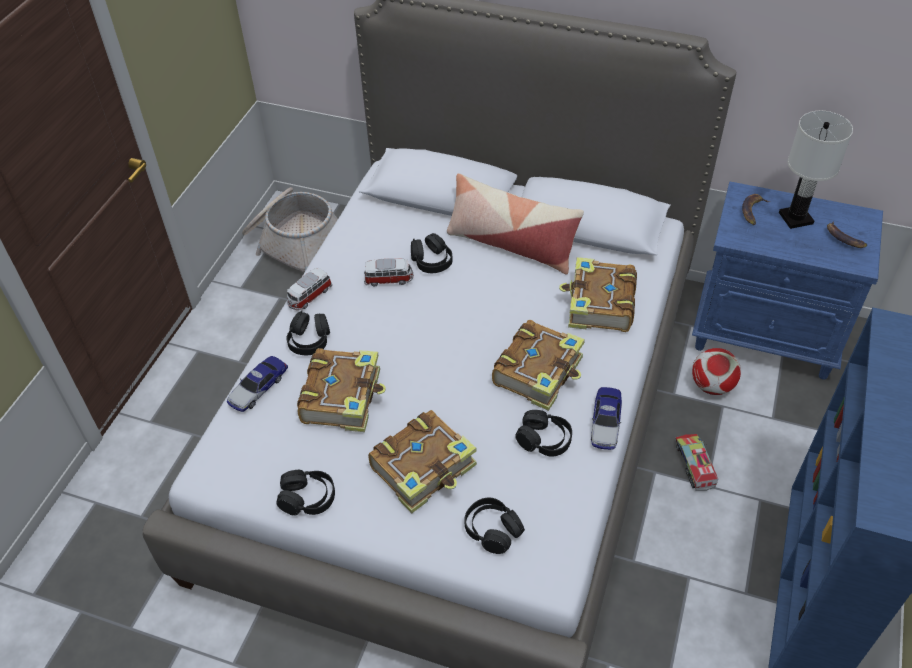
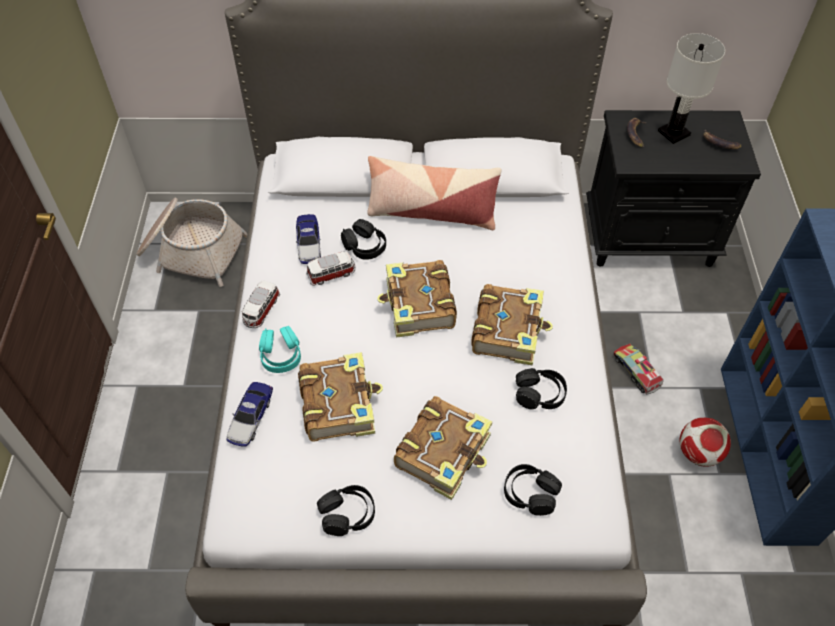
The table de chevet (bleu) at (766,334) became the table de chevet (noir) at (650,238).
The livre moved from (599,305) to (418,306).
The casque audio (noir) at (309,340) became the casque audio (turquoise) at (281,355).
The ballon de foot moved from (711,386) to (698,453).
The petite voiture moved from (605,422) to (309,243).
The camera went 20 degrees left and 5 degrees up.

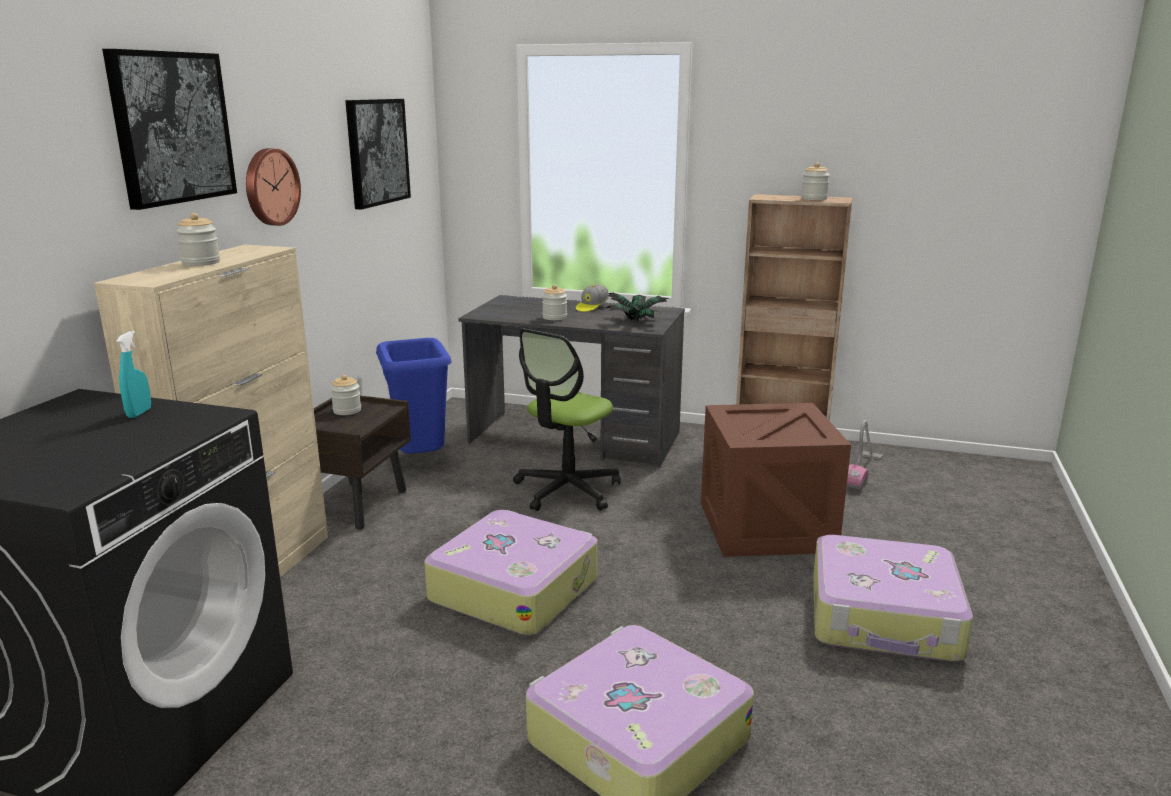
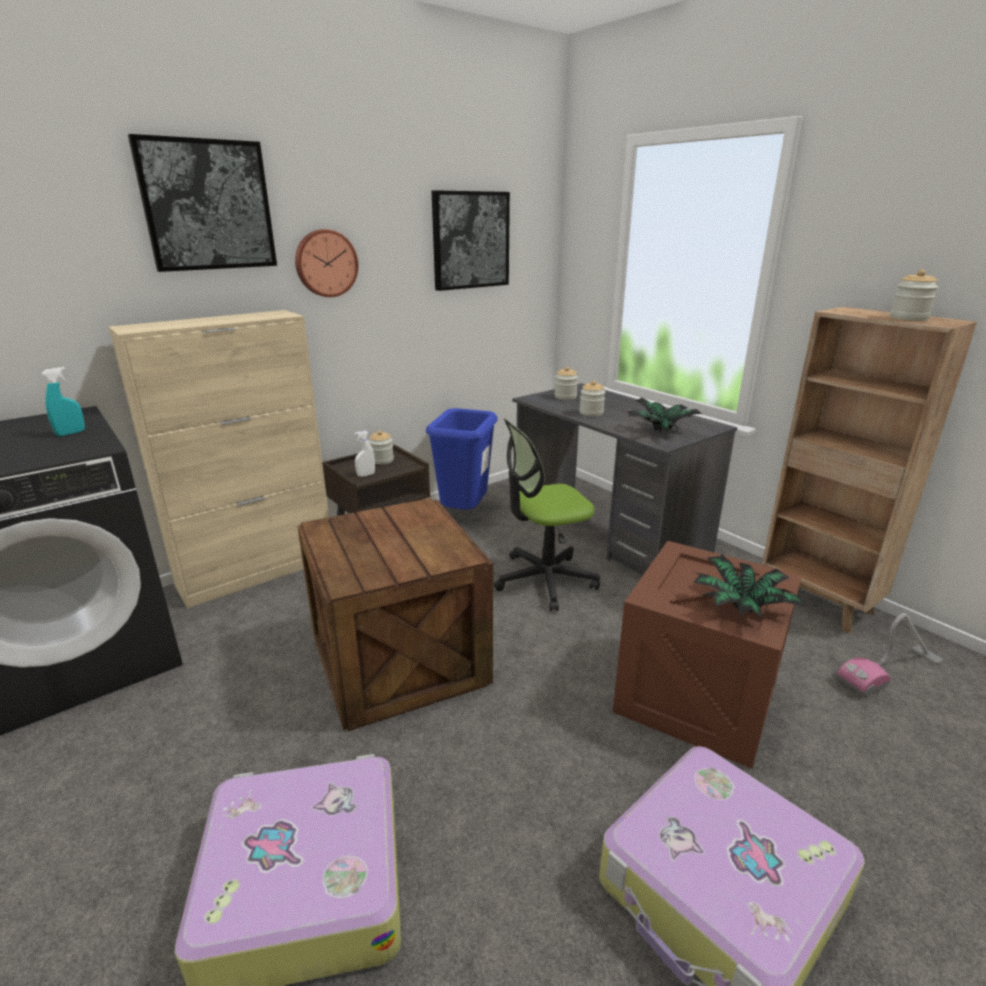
The bocal moved from (201,263) to (565,396).
The casquette at (592,307) disappeared.
The valise at (514,588) was replaced by the caisse at (397,660).
The vaporisateur (blanc) at (366,475) appeared.
The plante en pot at (740,609) appeared.
The camera went 35 degrees right and 5 degrees up.

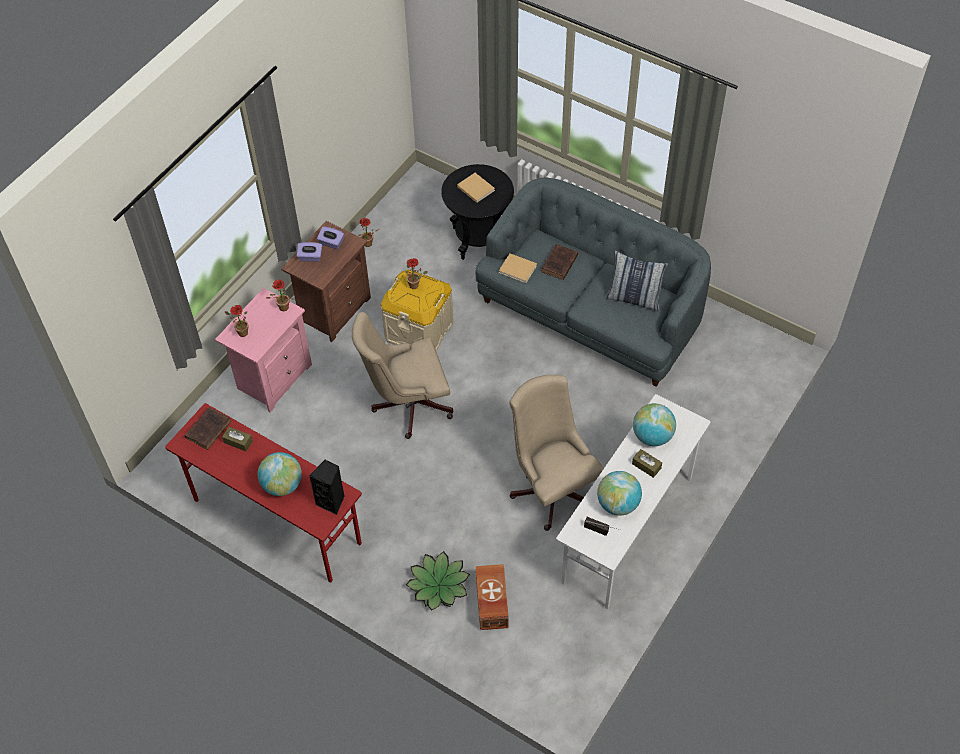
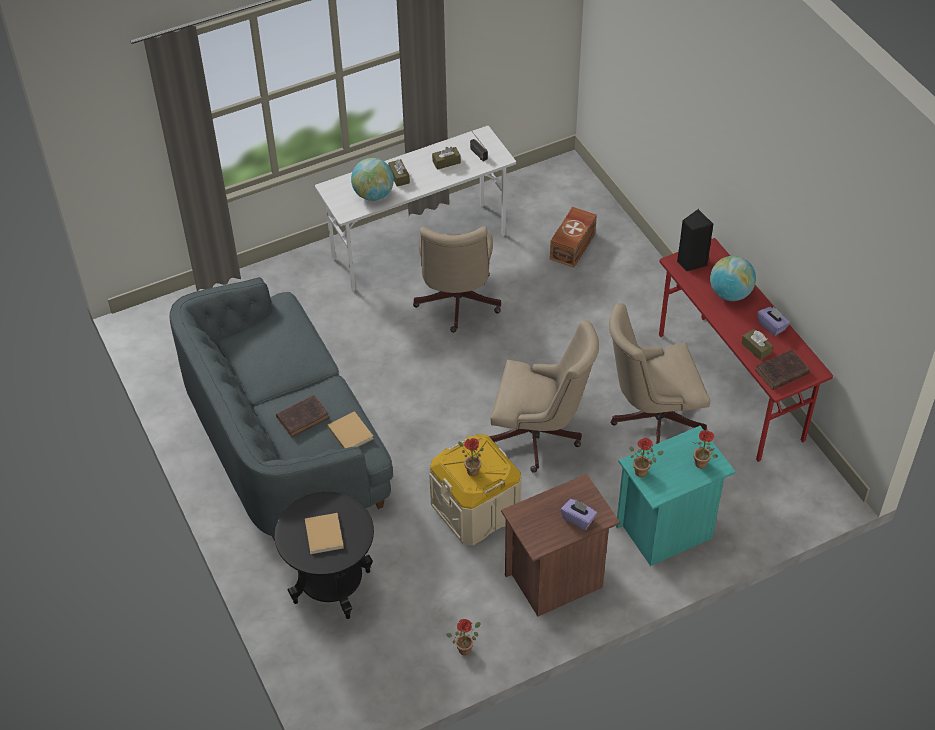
The boîte à mouchoirs (violet) moved from (331,243) to (772,326).
The coussin at (634,298) disappeared.
The table de chevet (rose) at (273,377) became the table de chevet (turquoise) at (666,532).
The globe at (618,504) was replaced by the boîte à mouchoirs (marron) at (446,162).
The plante en pot at (438,585) disappeared.
The chaise de bureau (beige) at (651,419) appeared.
The camera went 150 degrees left and 5 degrees down.

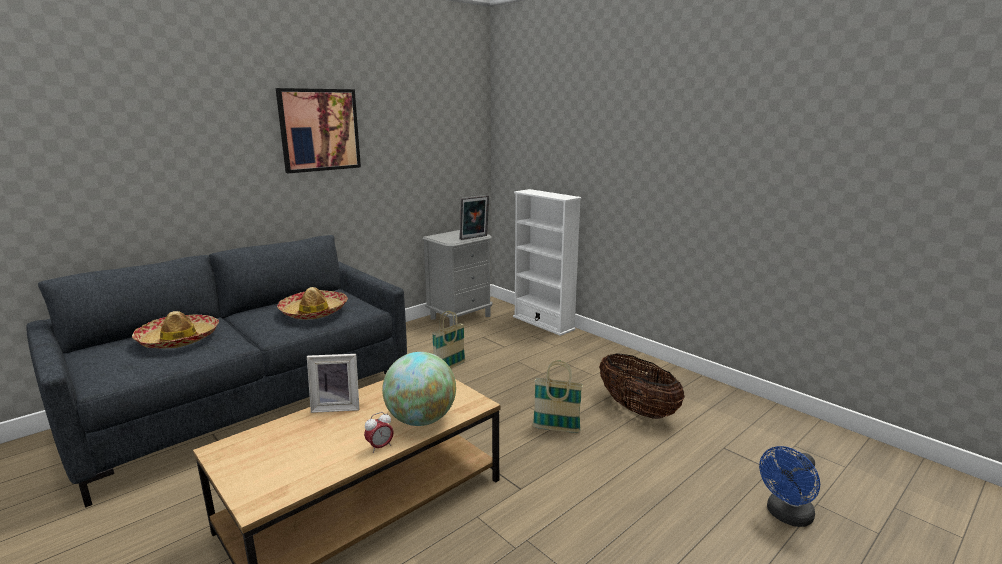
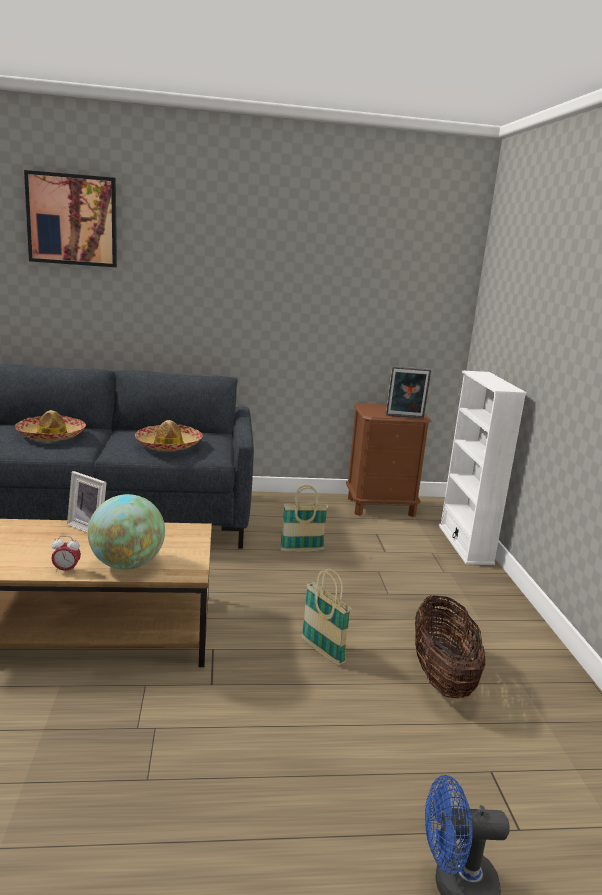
The tableau moved from (319,130) to (72,220).
The table de chevet (gris) at (460,317) became the table de chevet (marron) at (381,507).
The camera went 35 degrees right and 0 degrees up.

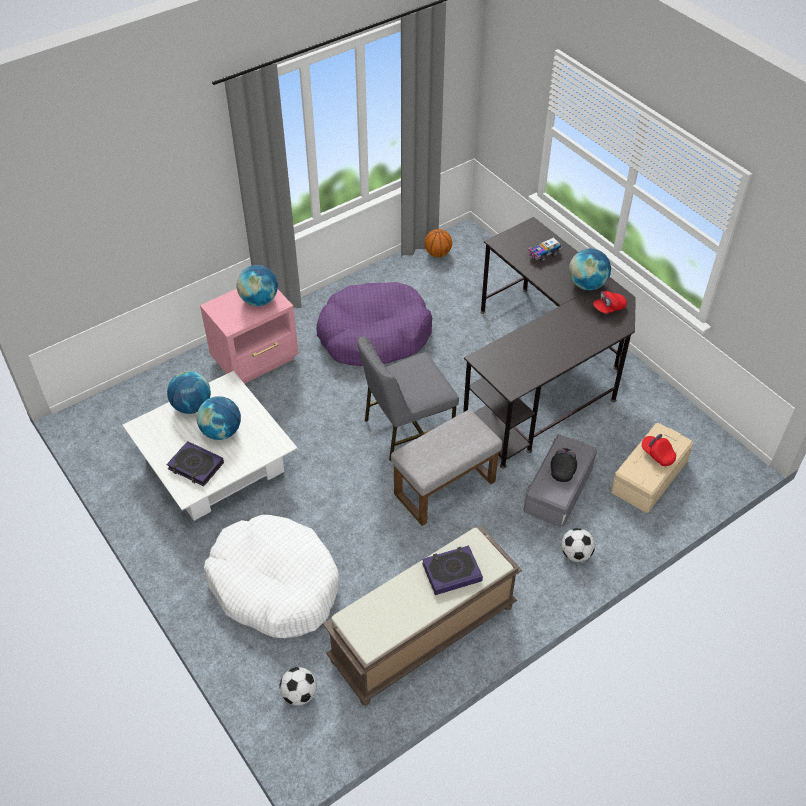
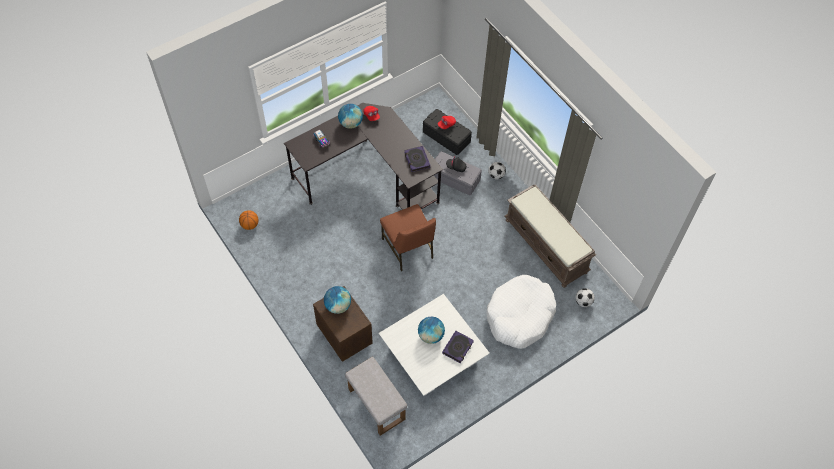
The panier pour chien (violet) at (374,335) disappeared.
The table de chevet (rose) at (256,360) became the table de chevet (marron) at (345,335).
The chaise (gris) at (406,428) became the chaise (marron) at (408,249).
The globe at (192,406) disappeared.
The pouf (gris) moved from (444,489) to (377,404).
The boîte de rangement (beige) at (648,476) became the boîte de rangement (noir) at (446,137).
The livre moved from (451,572) to (417,160).
The camera went 90 degrees left and 10 degrees up.

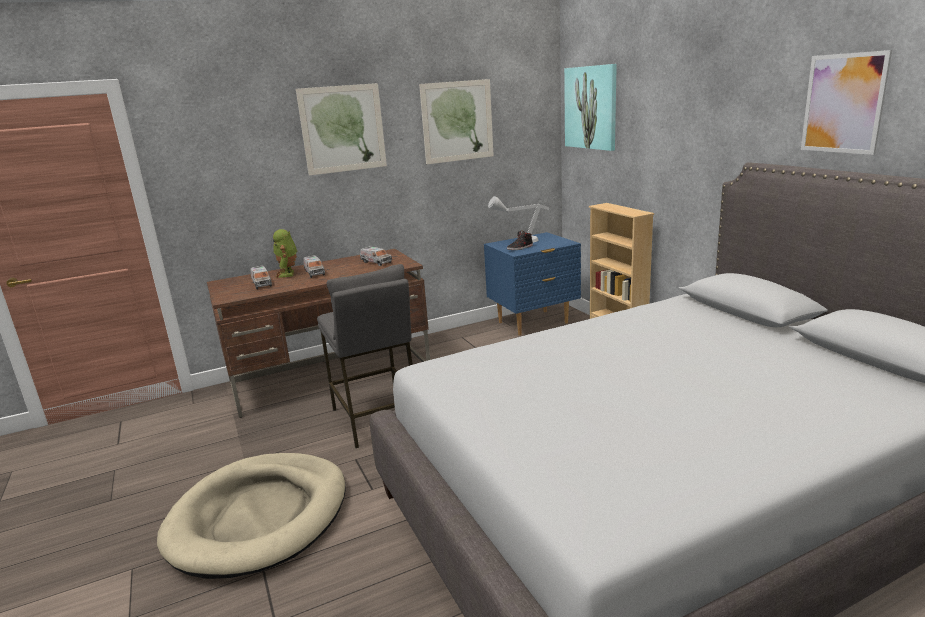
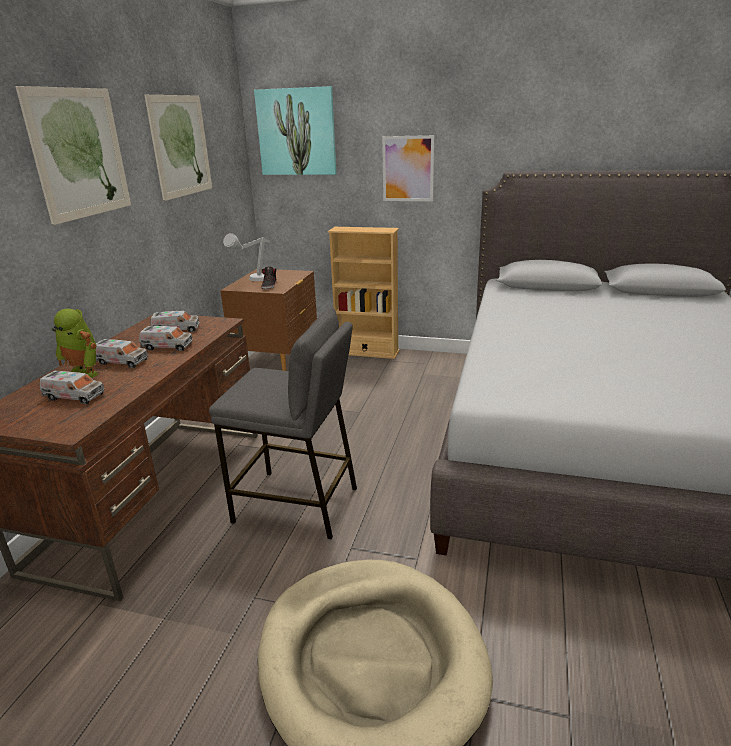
The tableau moved from (843,103) to (408,169).
The table de chevet (bleu) at (533,323) became the table de chevet (marron) at (278,363).
The camion jouet at (167,346) appeared.
The camera went 50 degrees left and 5 degrees up.

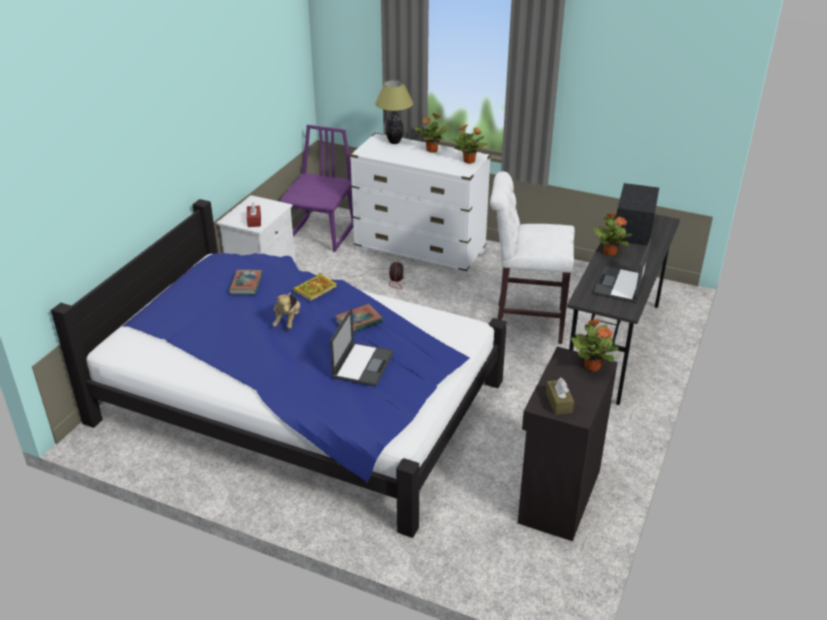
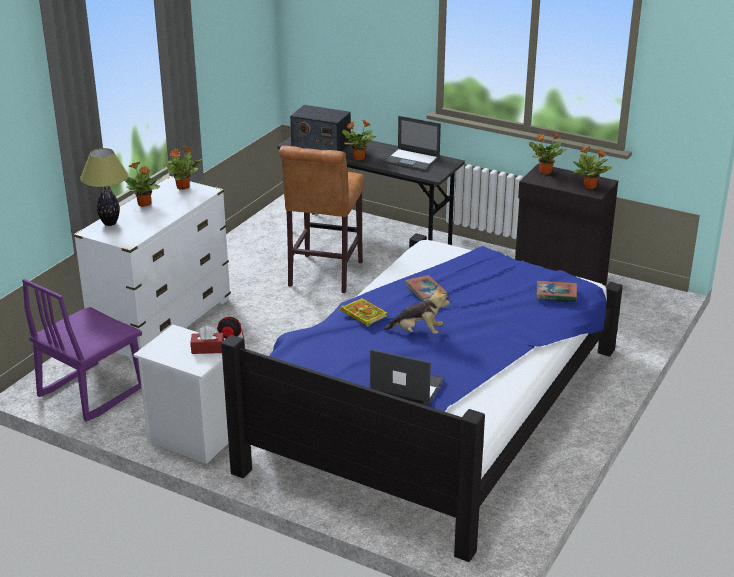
The chaise (violet) at (321,234) turned 75 degrees counterclockwise.
The tabouret (blanc) at (524,322) became the tabouret (marron) at (323,276).
The livre moved from (246,284) to (556,294).
The ordinateur portable moved from (363,364) to (406,386).
The boîte à mouchoirs (marron) at (559,402) was replaced by the plante en pot at (590,186).
The camera went 85 degrees left and 5 degrees down.

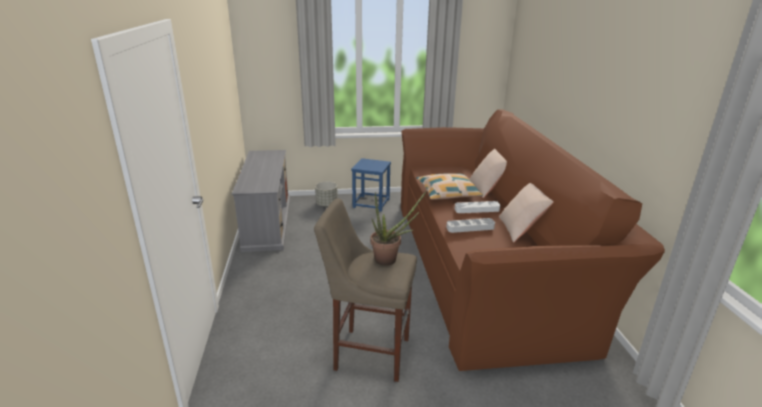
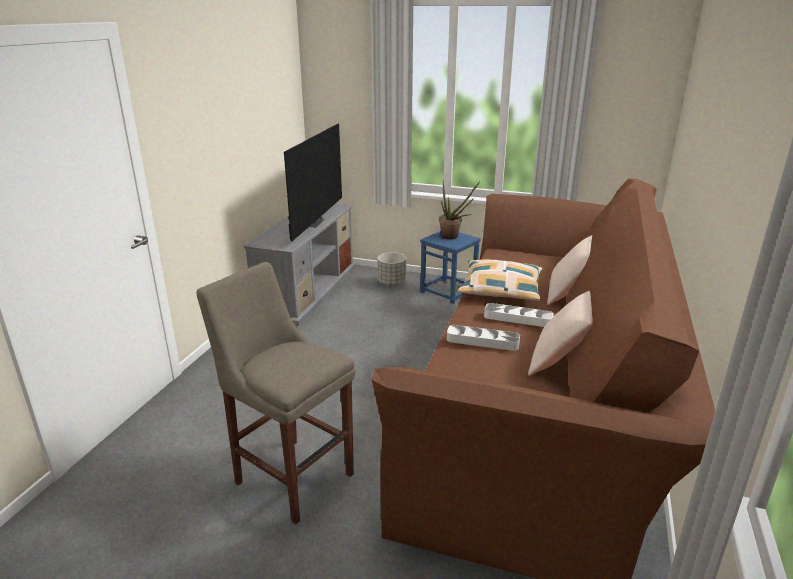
The plante en pot moved from (390,260) to (453,237).
The téléviseur at (312,222) appeared.
The camera went 25 degrees right and 0 degrees up.

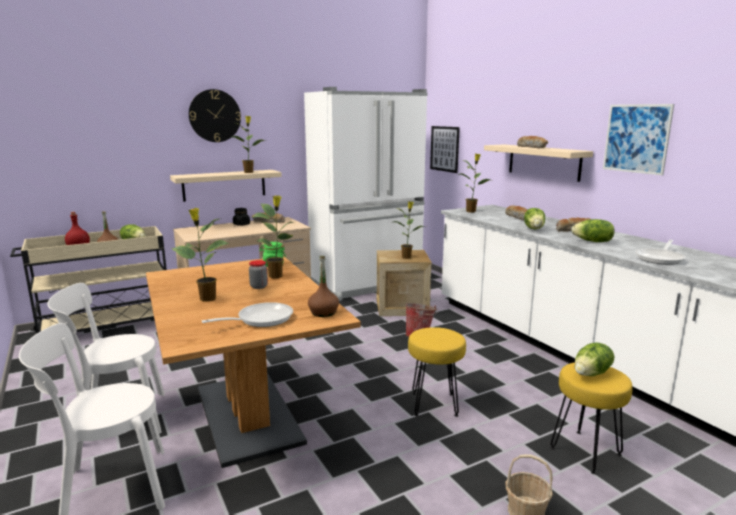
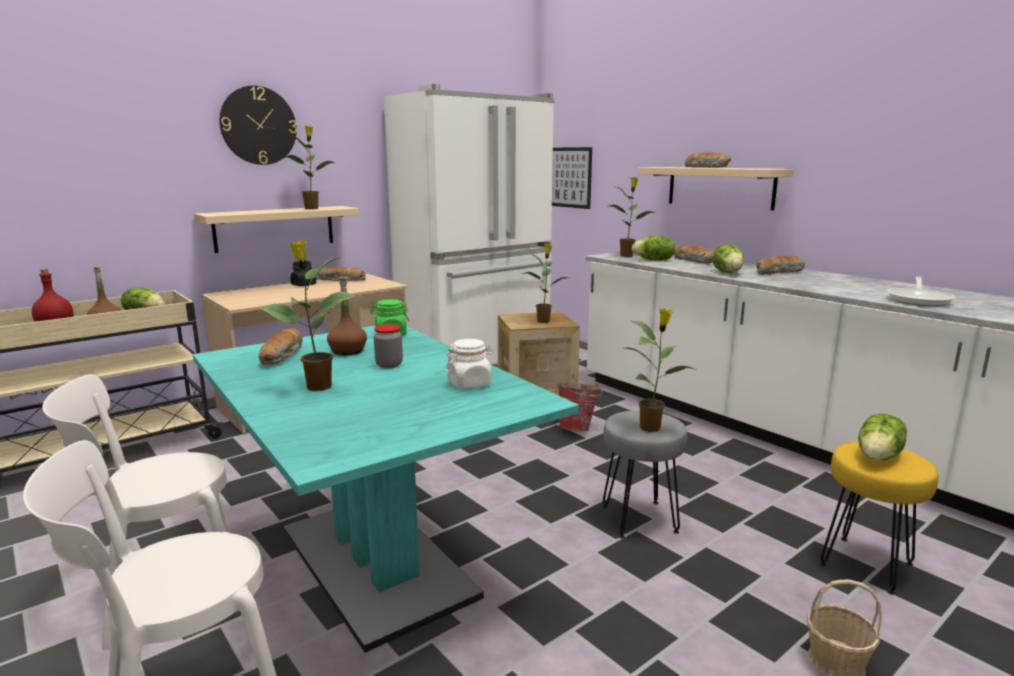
The tableau at (636,138) disappeared.
The plante en pot moved from (276,276) to (651,427).
The laitue moved from (593,241) to (654,260).
The table à manger (marron) at (247,415) became the table à manger (turquoise) at (375,562).
The bouteille (marron) moved from (323,312) to (348,351).
The poêle at (260,319) disappeared.
The tabouret (jaune) at (435,404) became the tabouret (gris) at (640,519).
The pain at (283,356) appeared.
The bocal (blanc) at (469,384) appeared.
The camera went 10 degrees left and 0 degrees up.

